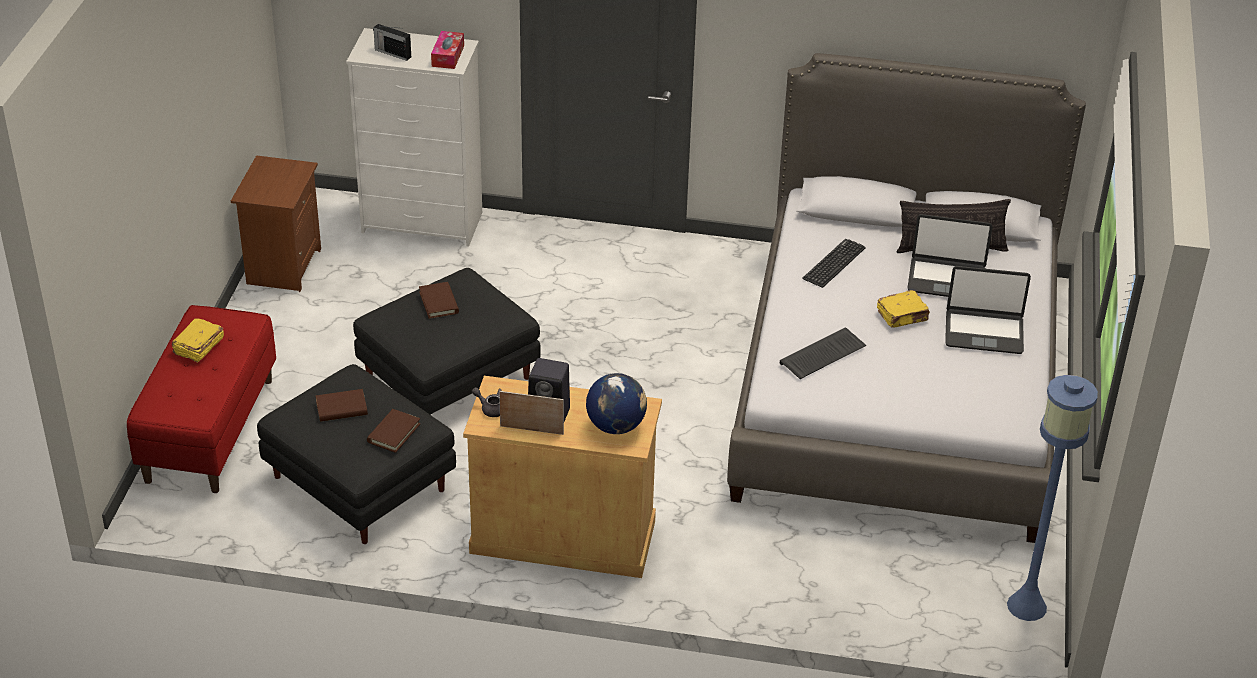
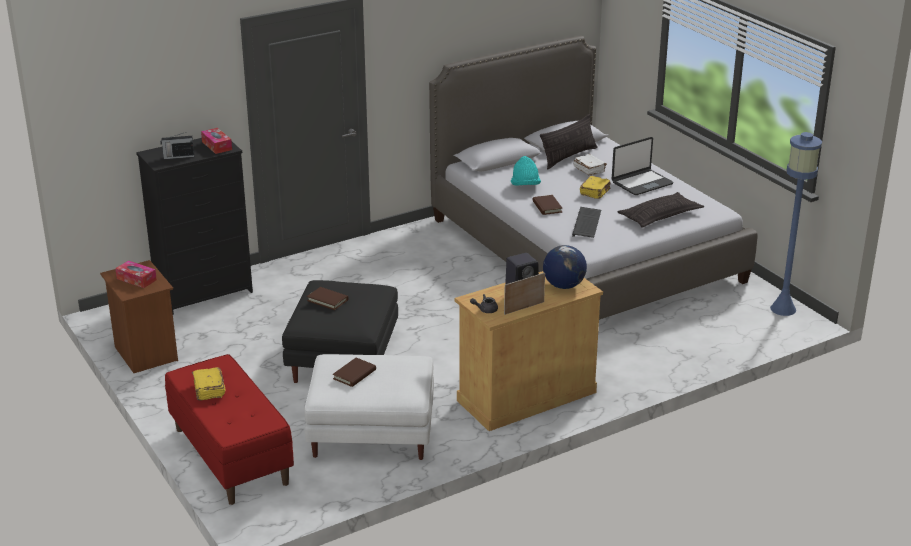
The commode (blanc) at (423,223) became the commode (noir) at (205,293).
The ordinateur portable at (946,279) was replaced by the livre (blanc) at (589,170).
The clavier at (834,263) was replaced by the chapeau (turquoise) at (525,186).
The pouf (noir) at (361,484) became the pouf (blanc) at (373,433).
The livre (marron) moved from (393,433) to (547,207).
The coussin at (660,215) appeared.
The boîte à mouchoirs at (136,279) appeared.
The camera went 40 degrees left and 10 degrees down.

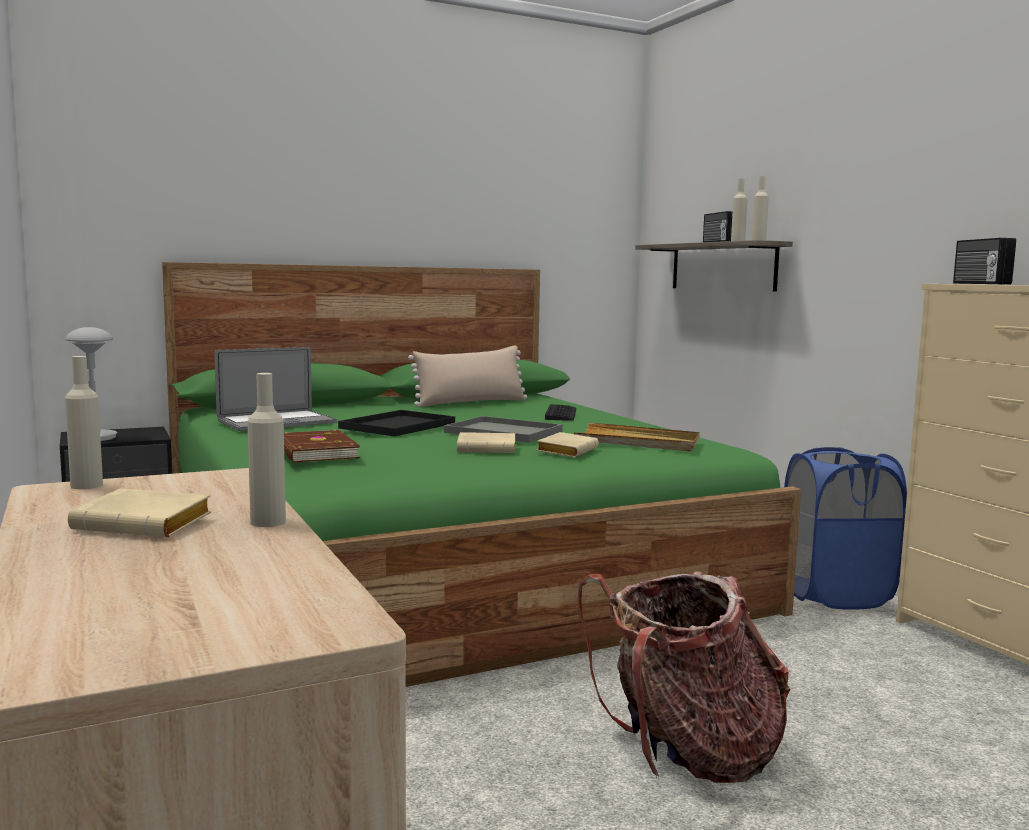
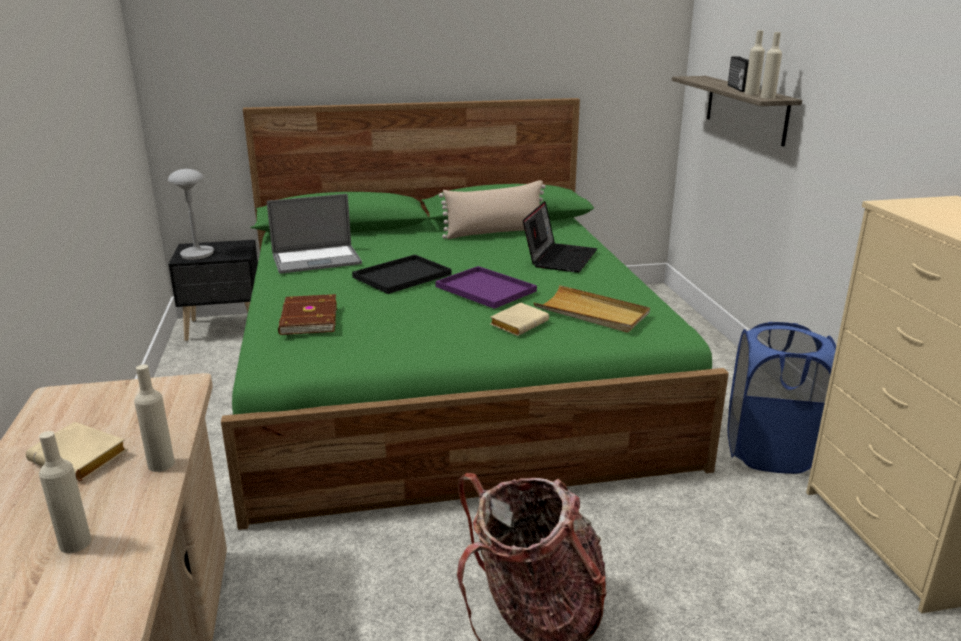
The radio at (979,284) disappeared.
The bouteille (beige) moved from (86,485) to (75,543).
The clavier at (561,414) was replaced by the ordinateur portable at (559,258).
The plateau (gris) at (506,432) became the plateau (violet) at (487,289).
The livre (beige) at (488,449) disappeared.
The camera went 15 degrees right and 15 degrees up.

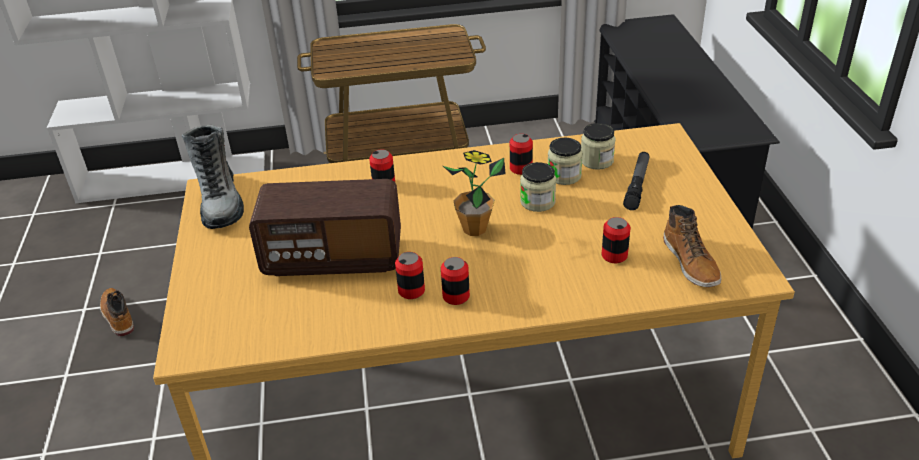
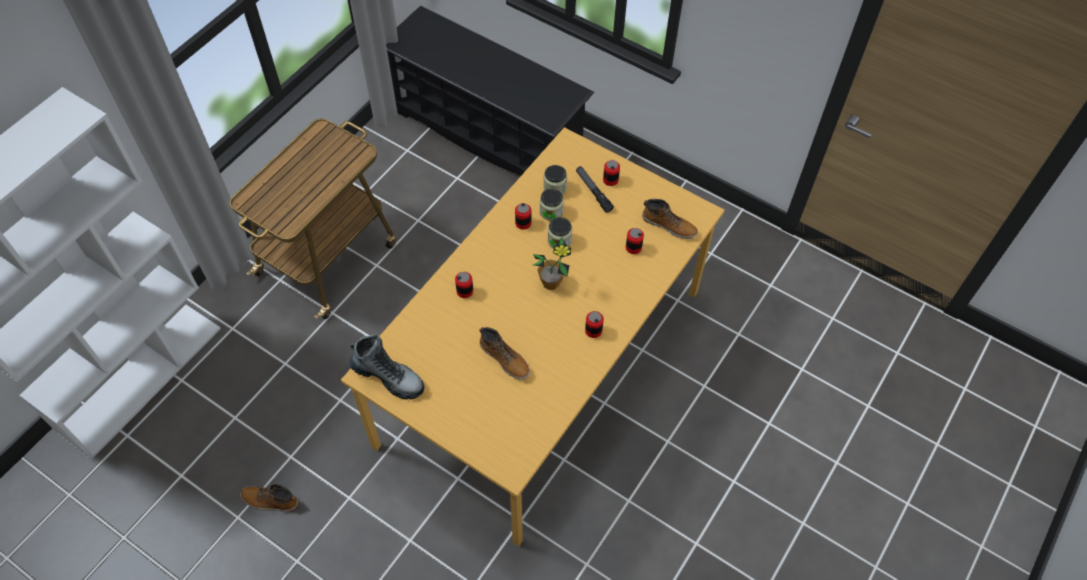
The radio at (333,257) was replaced by the botte at (505,359).
The boîte métallique moved from (411,291) to (610,180).
The camera went 50 degrees left and 20 degrees up.

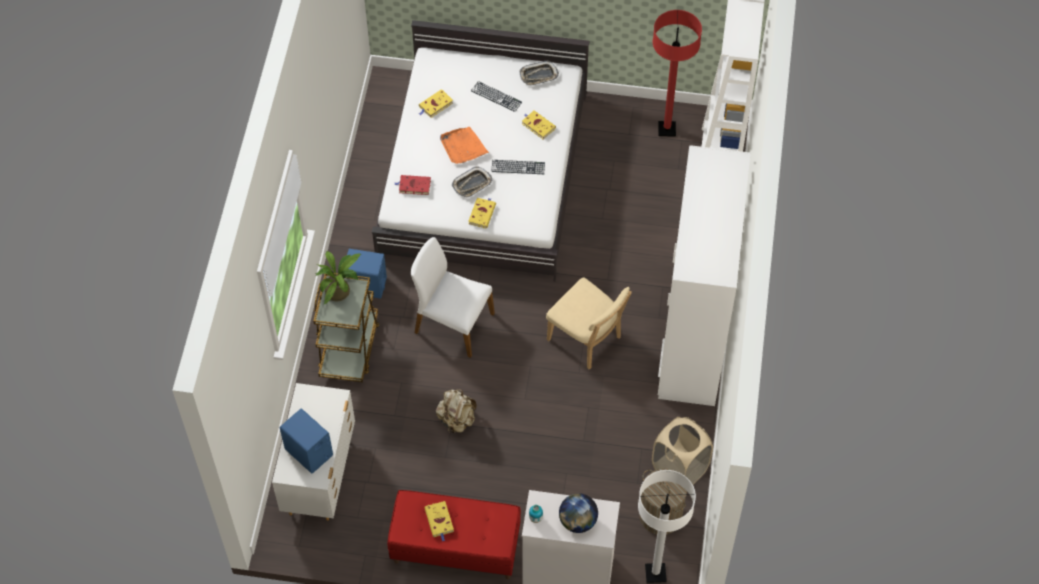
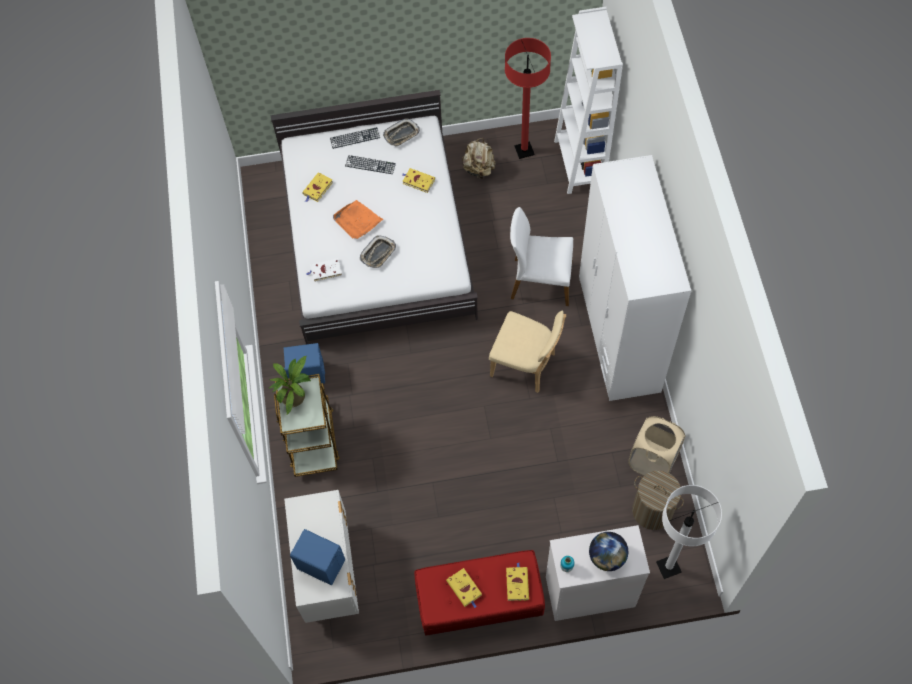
The clavier moved from (518,167) to (355,138).
The livre (rouge) at (413,186) became the livre (blanc) at (325,271).
The livre (jaune) moved from (482,213) to (517,583).
The chaise (blanc) moved from (453,323) to (540,280).
The sac à dos (beige) moved from (456,420) to (479,169).
The camera went 15 degrees left and 5 degrees up.

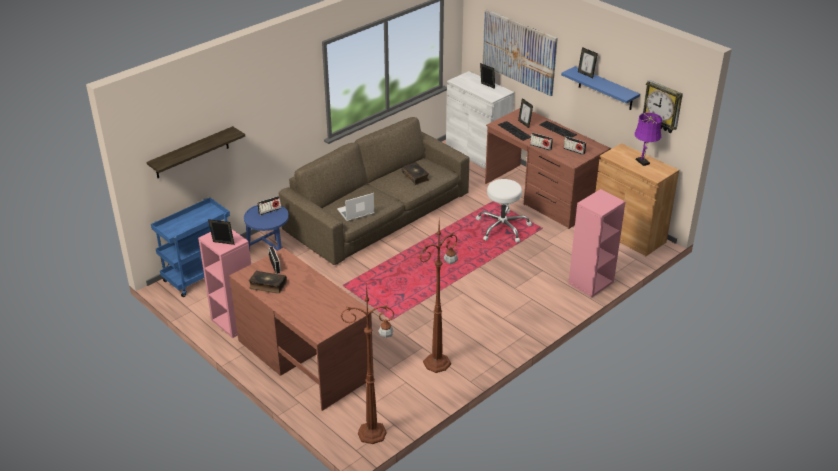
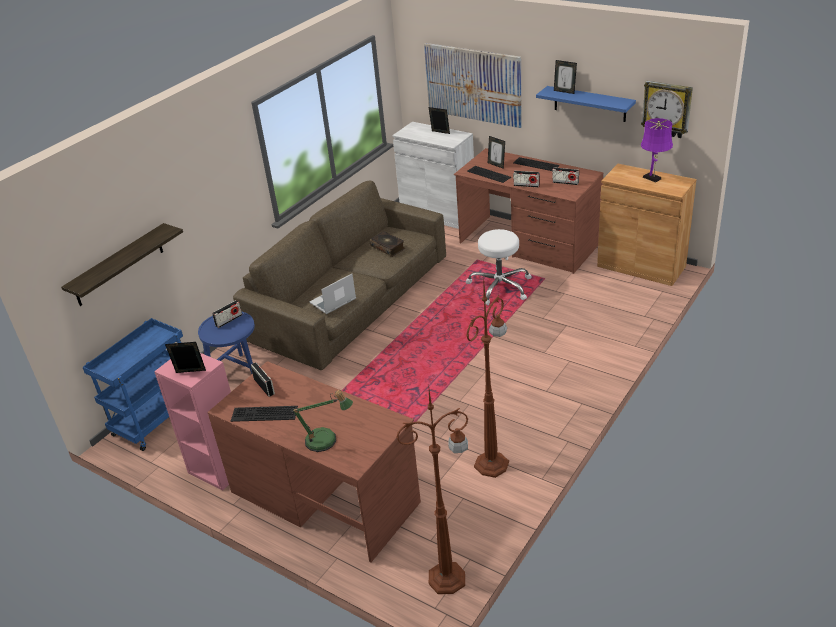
The bibliothèque (rose) at (591,283) disappeared.
The livre at (268,285) was replaced by the clavier at (263,414).
The lampe de table at (326,441) appeared.
The camera went 10 degrees left and 0 degrees up.

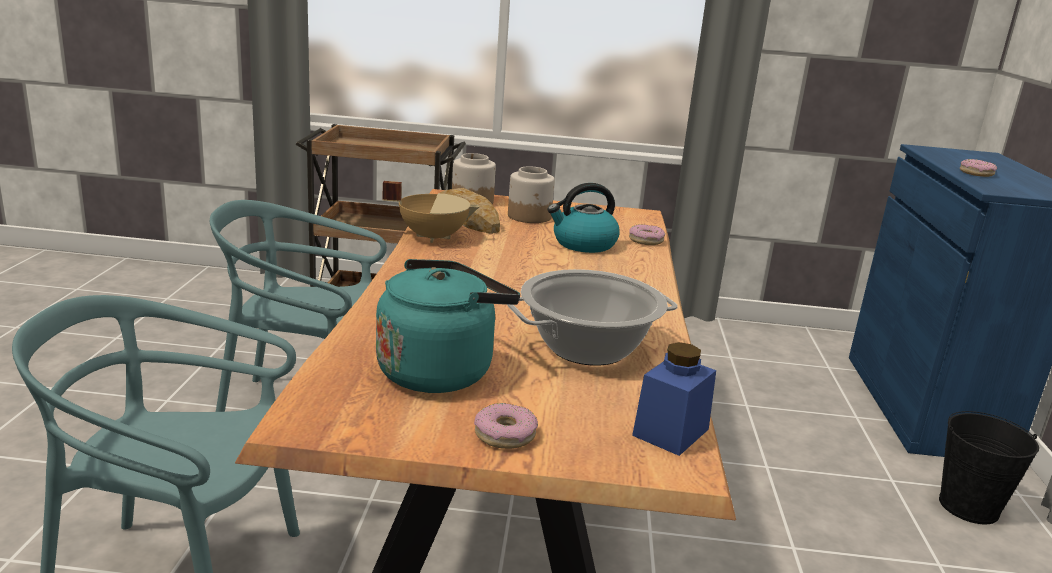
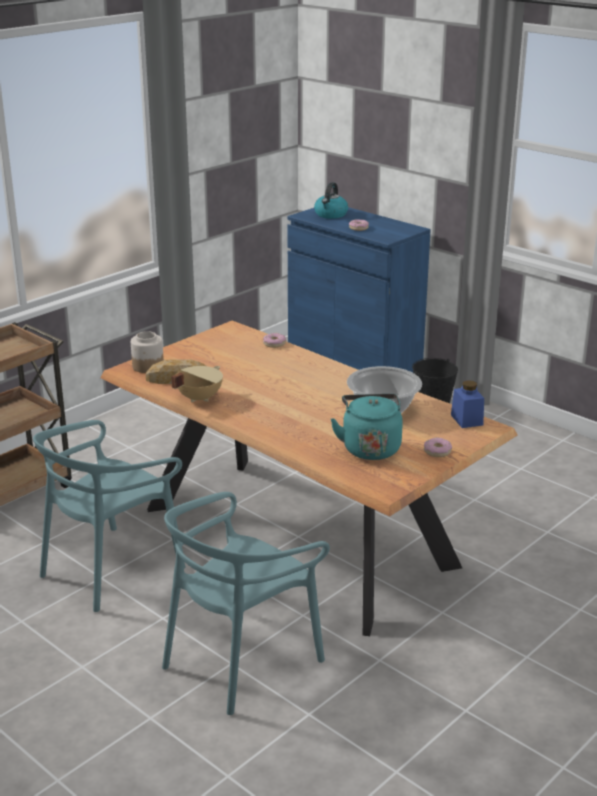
The bocal at (529,217) disappeared.
The bouilloire moved from (583,244) to (331,215).
The camera went 50 degrees left and 5 degrees up.

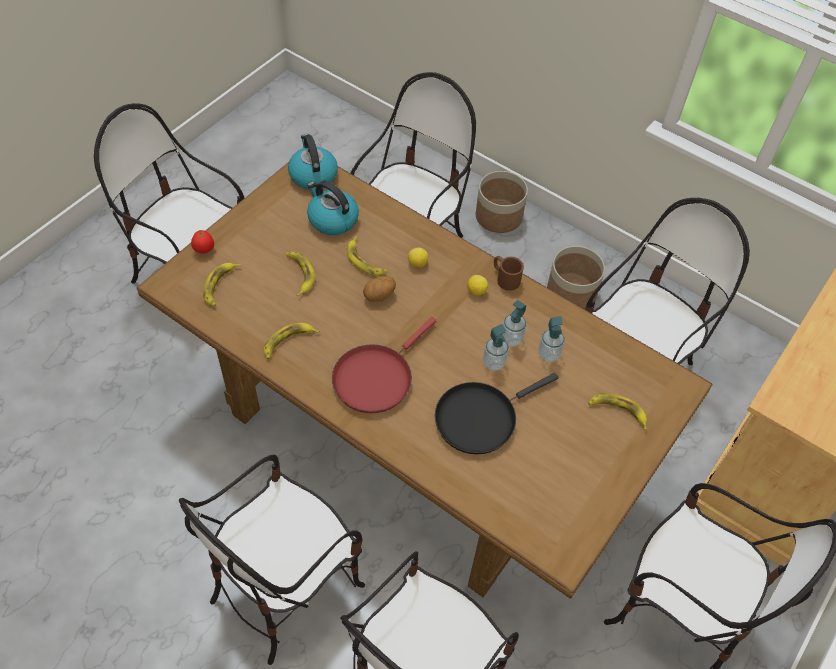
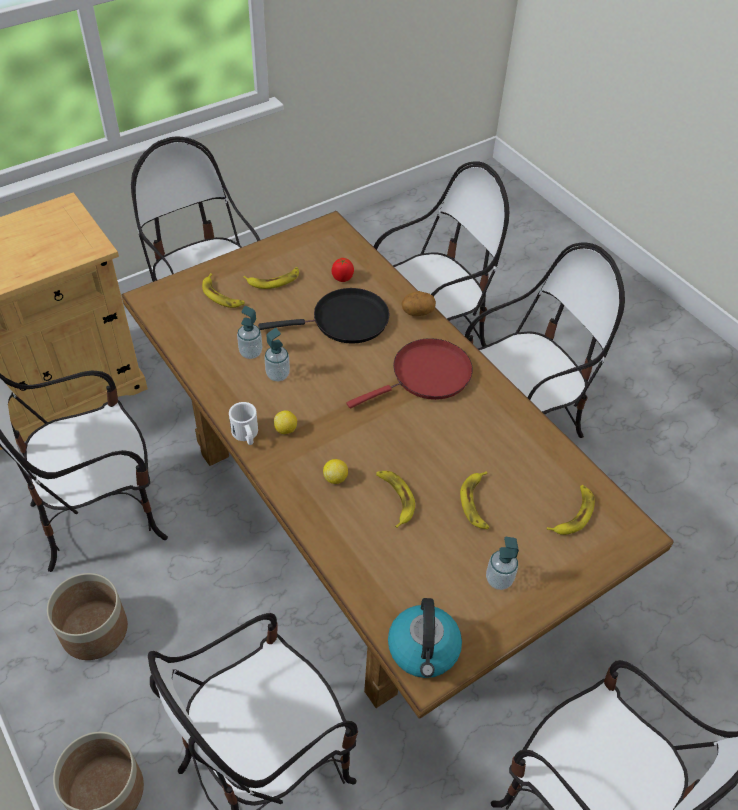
The bouilloire at (332,219) disappeared.
The tomate moved from (204,250) to (342,278).
The mug (marron) at (505,278) became the mug (blanc) at (246,435).
The pomme de terre moved from (379,296) to (417,312).
The banane moved from (288,342) to (274,280).
The distributeur de savon moved from (493,363) to (499,579).
The camera went 160 degrees left and 5 degrees down.

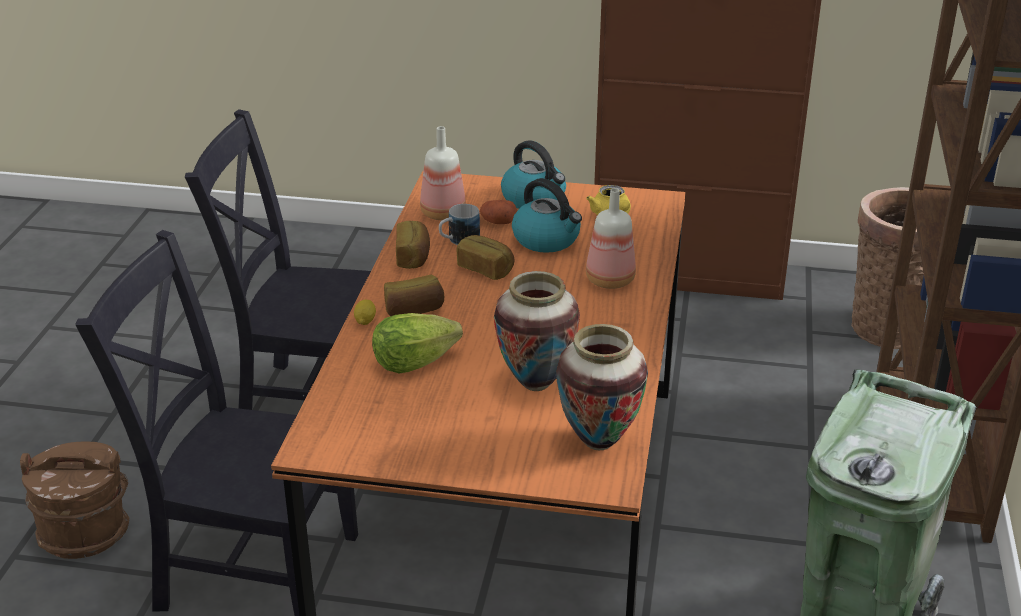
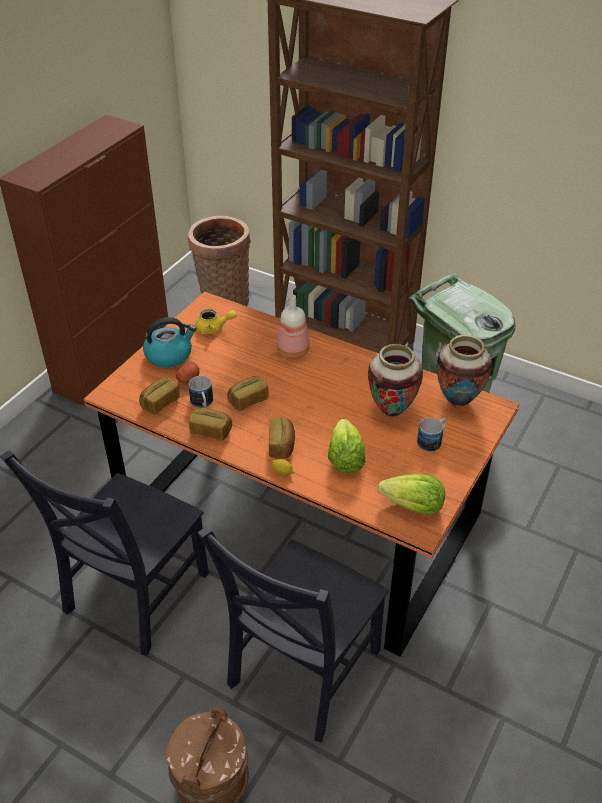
The bouteille at (443,214) was replaced by the pain at (160,402).
The bouilloire at (547,239) disappeared.
The mug at (432,440) appeared.
The laitue at (413,507) appeared.
The camera went 70 degrees left and 10 degrees up.

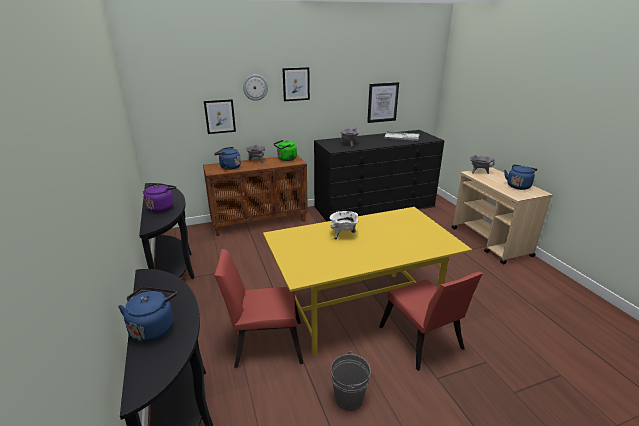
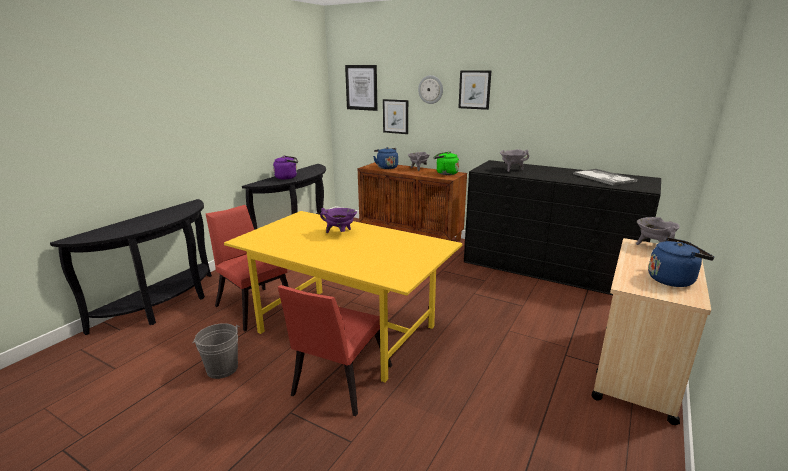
The tableau moved from (382,102) to (361,87).
The marmite (blanc) at (343,234) became the marmite (violet) at (340,233).
The bouilloire (bleu) at (153,328) disappeared.
The camera went 50 degrees right and 5 degrees down.

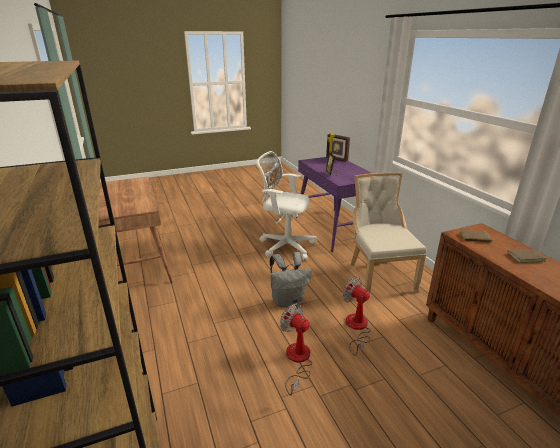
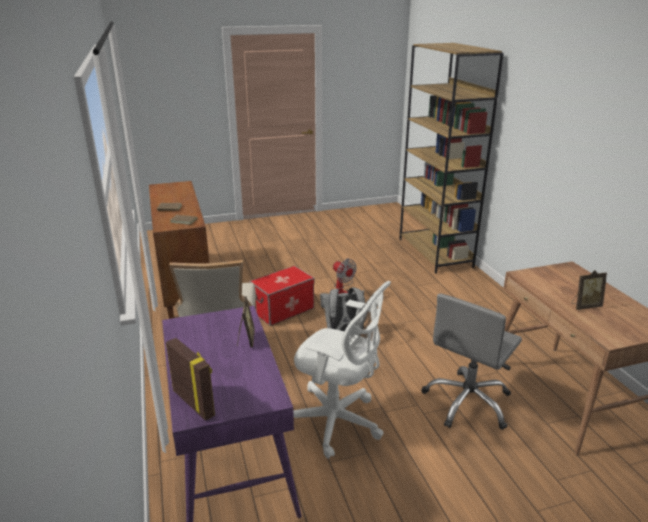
The ventilateur at (356,328) was replaced by the boîte de rangement at (283,309).
The cadre photo at (585,306) appeared.
The chaise de bureau (gris) at (468,402) appeared.
The camera went 175 degrees left and 0 degrees up.

